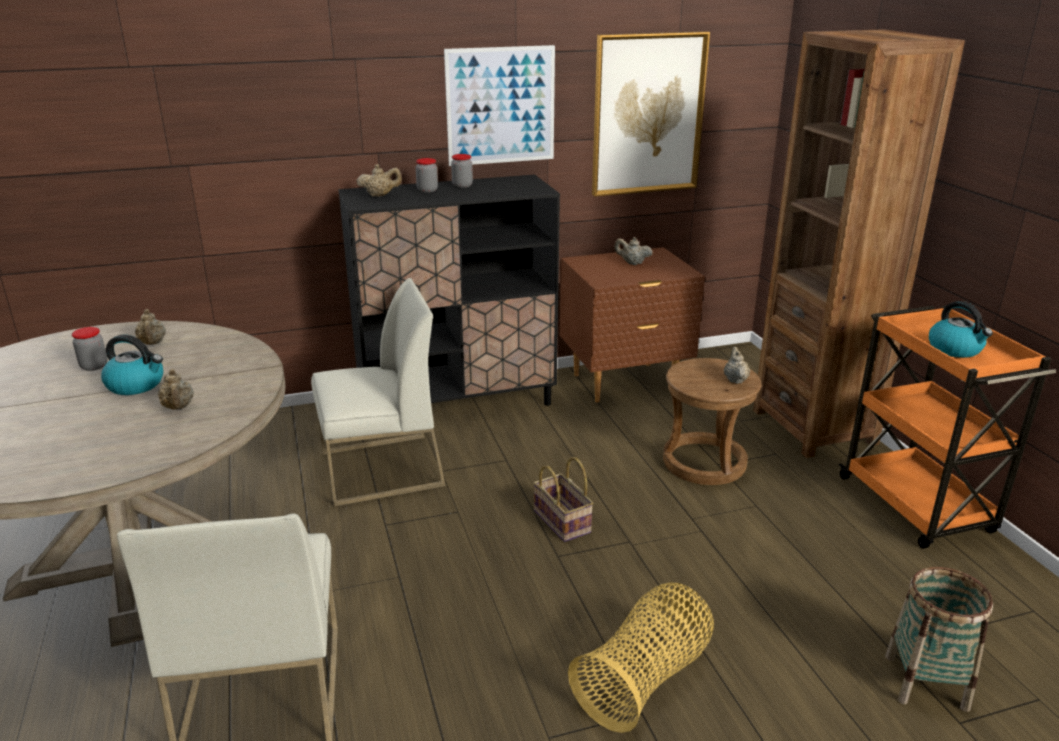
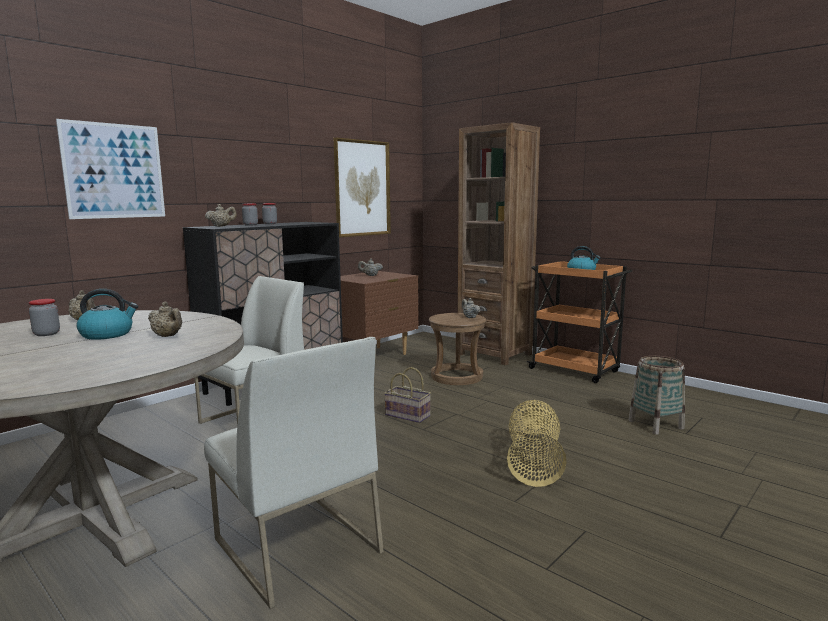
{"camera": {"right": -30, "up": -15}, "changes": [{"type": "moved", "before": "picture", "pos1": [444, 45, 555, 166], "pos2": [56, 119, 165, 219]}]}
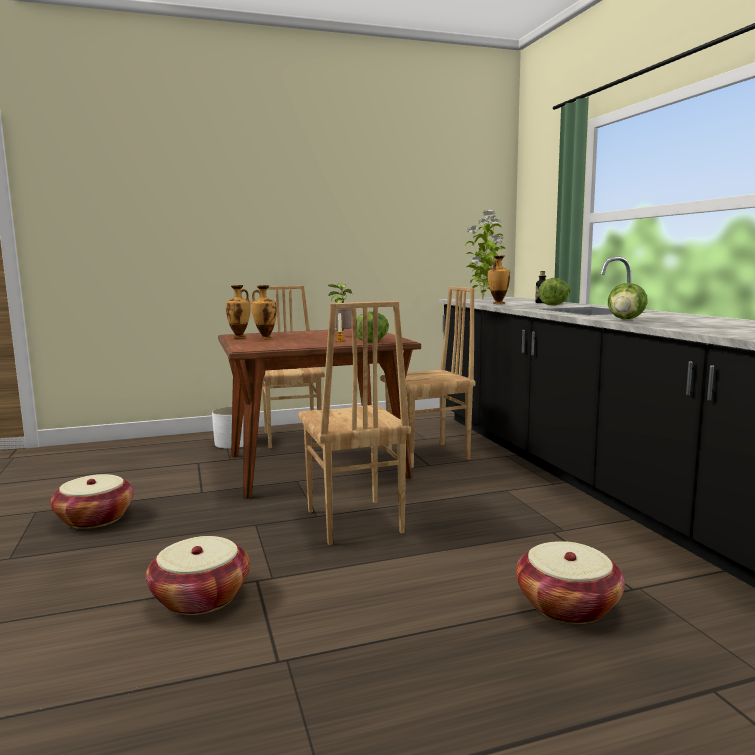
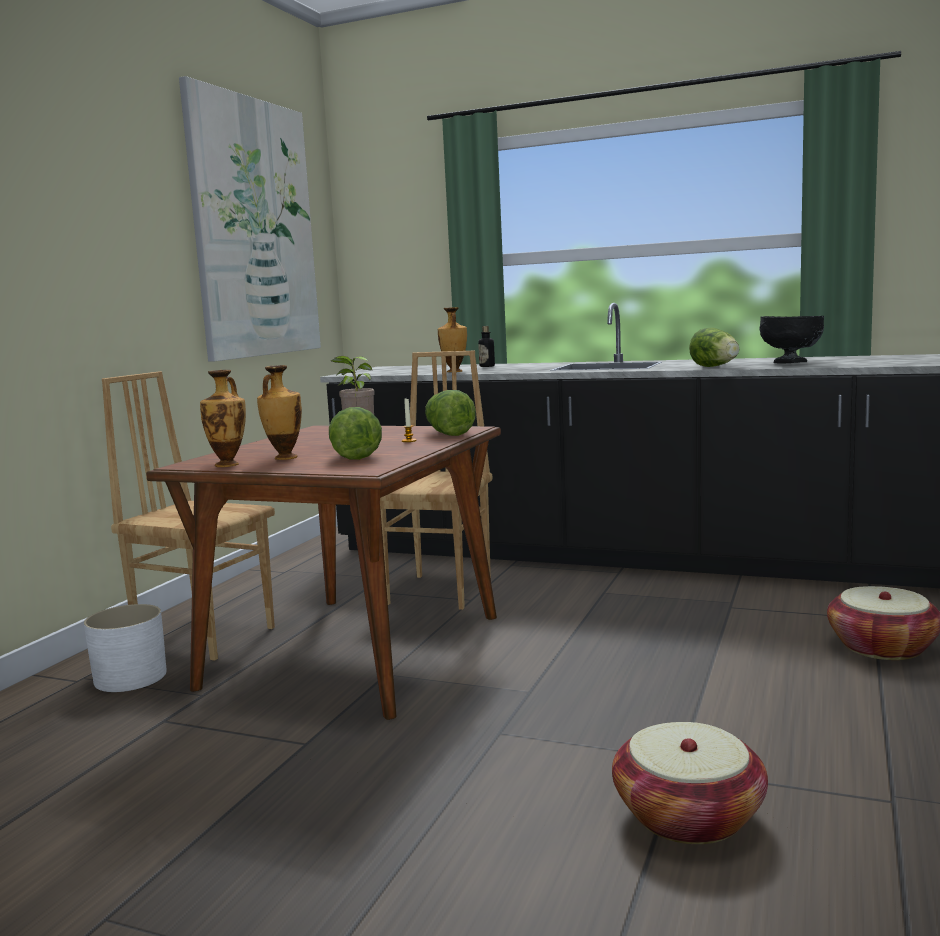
{"camera": {"right": -50, "up": 0}, "changes": [{"type": "removed", "before": "potted plant", "pos1": [465, 210, 506, 300]}, {"type": "moved", "before": "lettuce", "pos1": [538, 278, 570, 306], "pos2": [329, 407, 382, 460]}, {"type": "removed", "before": "chair/brown", "pos1": [298, 301, 411, 545]}, {"type": "removed", "before": "basket", "pos1": [50, 474, 134, 529]}, {"type": "added", "after": "picture", "pos2": [179, 76, 321, 362]}, {"type": "added", "after": "bowl/black", "pos2": [759, 316, 824, 363]}]}
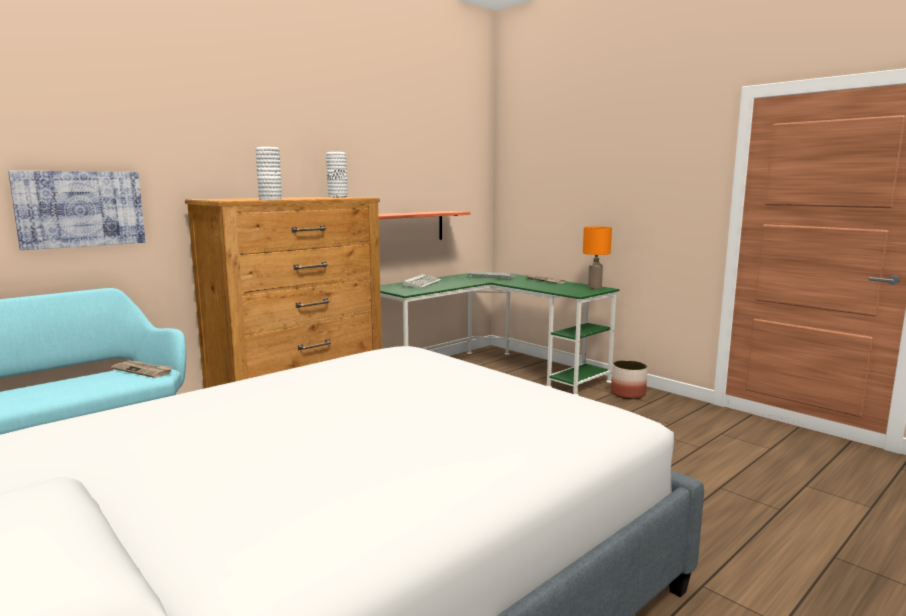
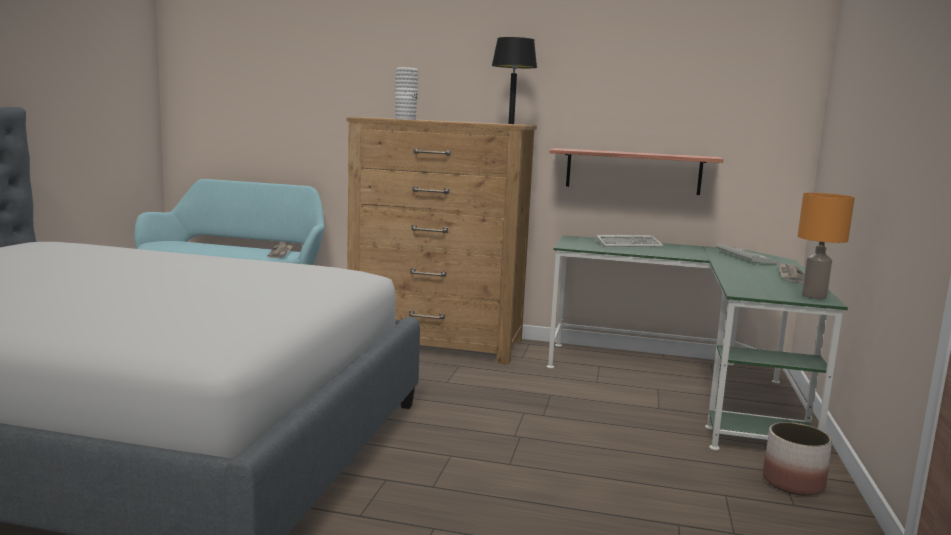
{"camera": {"right": 55, "up": 0}, "changes": [{"type": "replaced", "before": "vase/white", "after": "table lamp/black", "pos1": [326, 152, 348, 197], "pos2": [492, 37, 537, 124]}, {"type": "removed", "before": "picture", "pos1": [8, 171, 145, 250]}]}
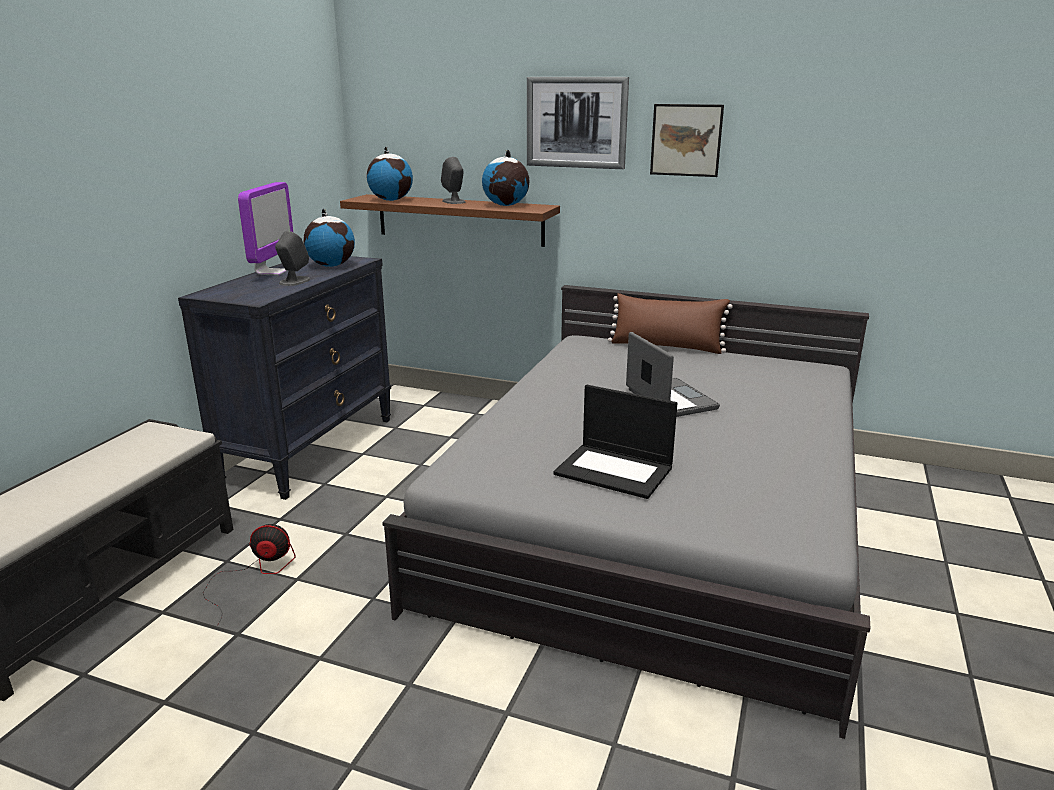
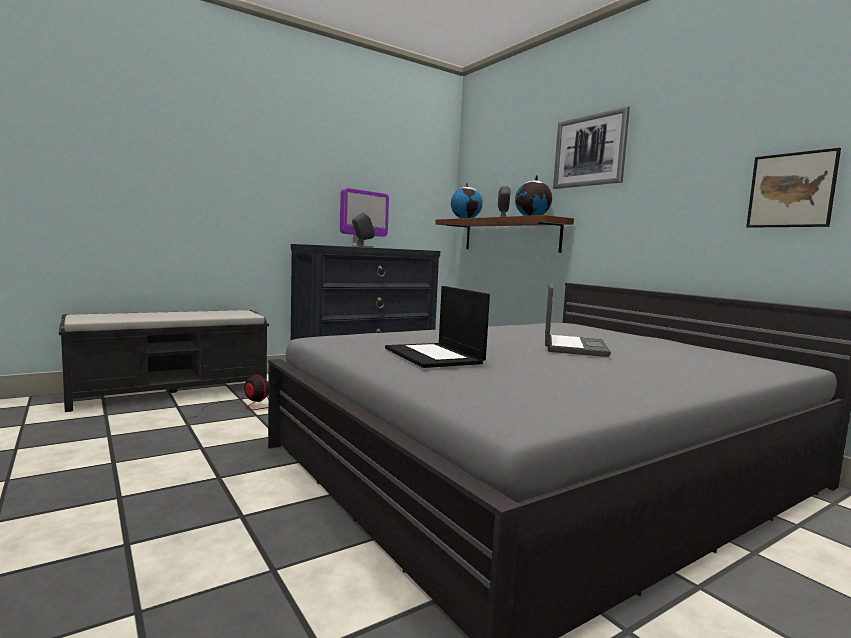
{"camera": {"right": 35, "up": -15}, "changes": [{"type": "moved", "before": "picture", "pos1": [650, 104, 724, 177], "pos2": [746, 148, 841, 228]}, {"type": "removed", "before": "globe", "pos1": [303, 209, 355, 267]}, {"type": "removed", "before": "pillow/brown", "pos1": [608, 293, 733, 354]}]}
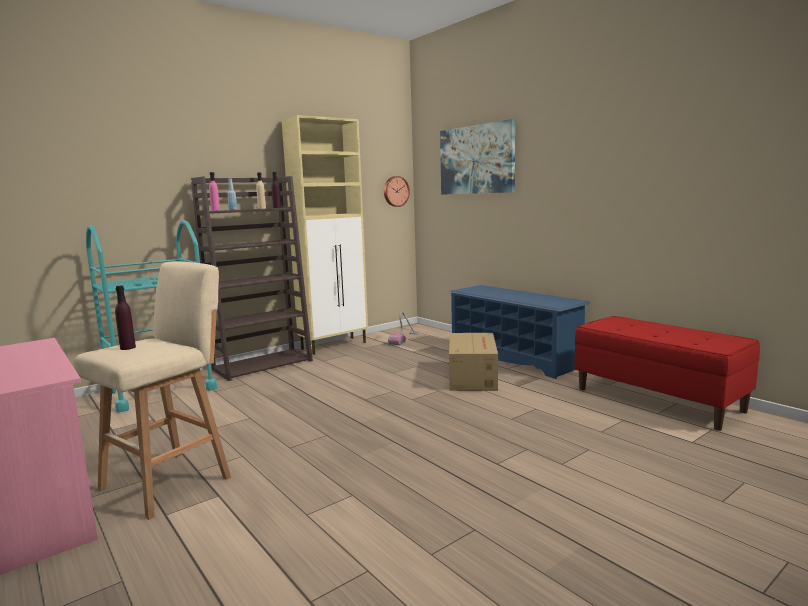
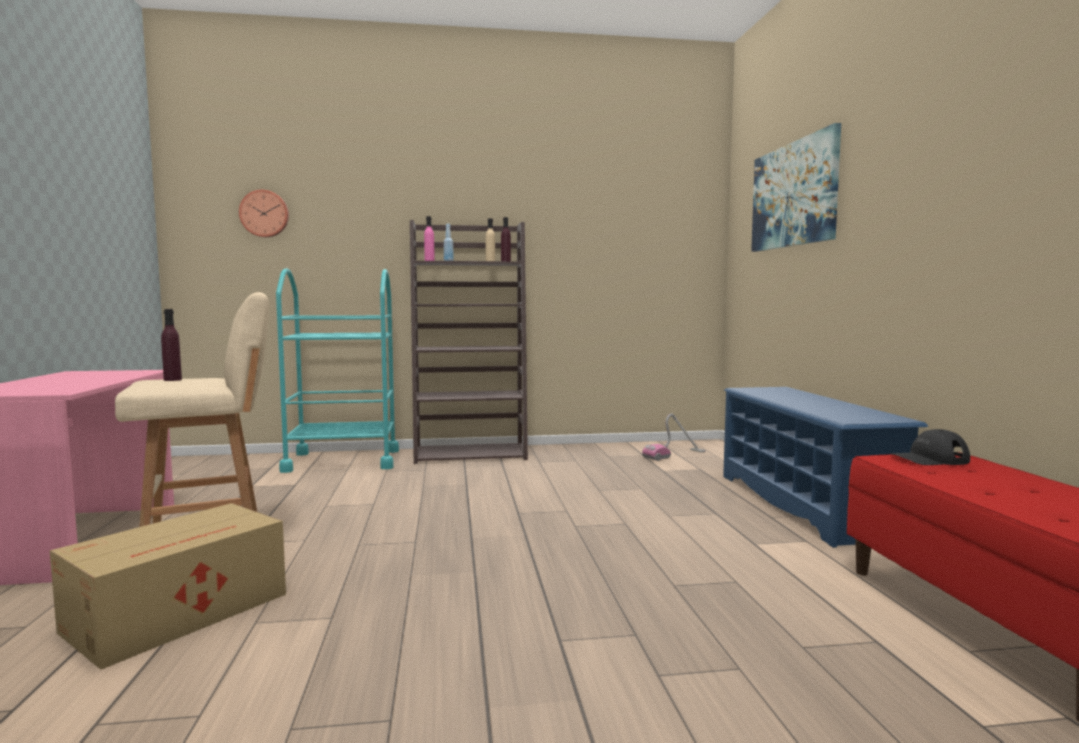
{"camera": {"right": 30, "up": -5}, "changes": [{"type": "removed", "before": "cabinet/beige", "pos1": [281, 115, 368, 355]}, {"type": "moved", "before": "wall clock", "pos1": [384, 176, 410, 207], "pos2": [239, 190, 289, 237]}, {"type": "moved", "before": "cardboard box", "pos1": [449, 333, 498, 391], "pos2": [50, 503, 286, 669]}, {"type": "added", "after": "cap/black", "pos2": [891, 429, 970, 465]}]}
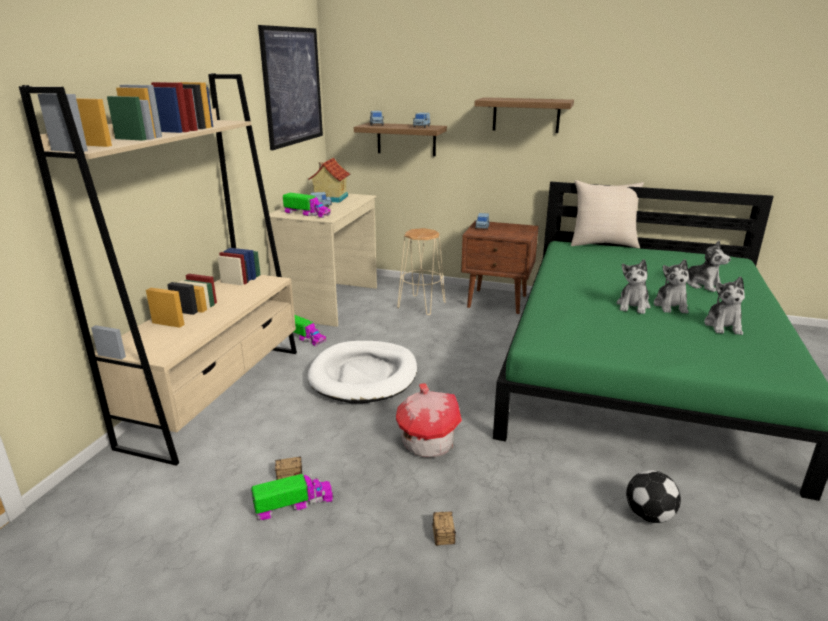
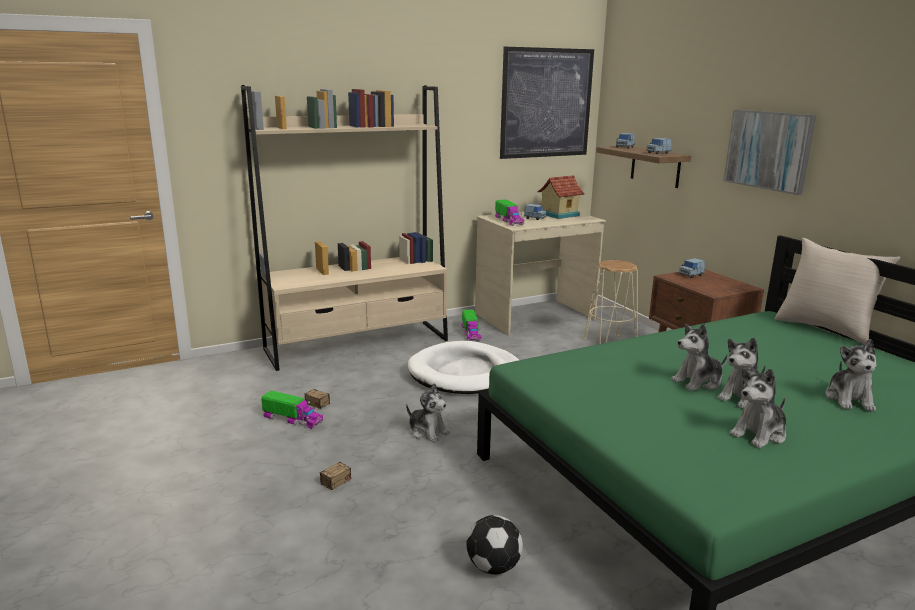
{"camera": {"right": 45, "up": -5}, "changes": [{"type": "replaced", "before": "shelf", "after": "picture", "pos1": [474, 97, 574, 133], "pos2": [723, 110, 816, 195]}, {"type": "replaced", "before": "toy house", "after": "plush toy", "pos1": [396, 384, 462, 458], "pos2": [406, 383, 450, 442]}]}
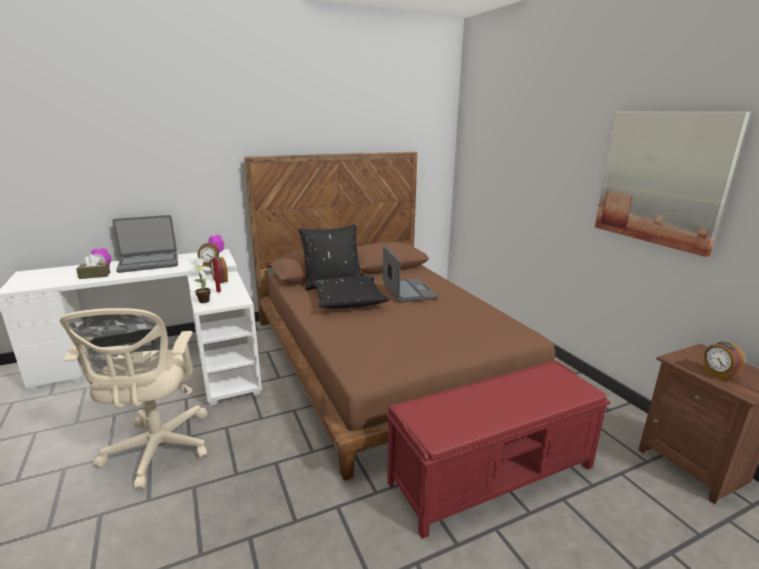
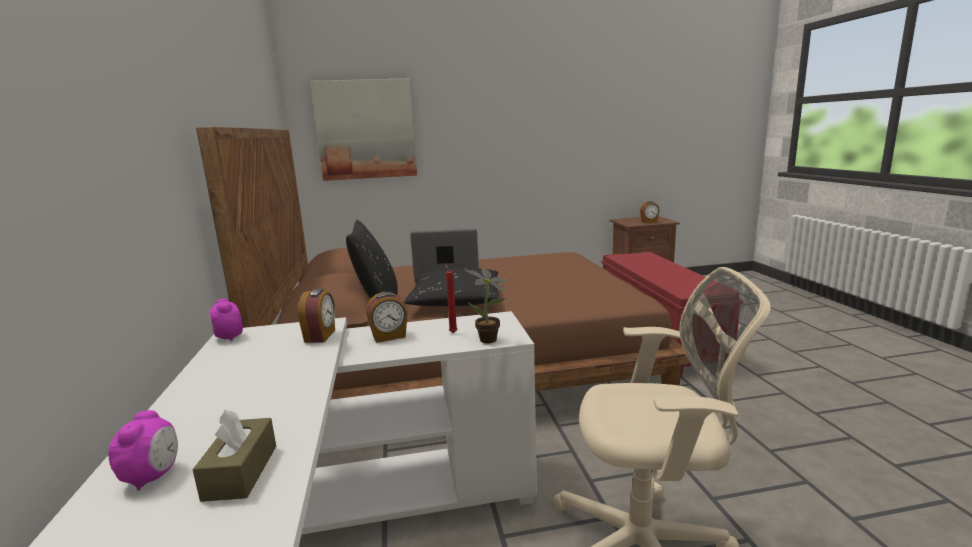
{"camera": {"right": -75, "up": -5}, "changes": [{"type": "moved", "before": "picture", "pos1": [595, 112, 750, 257], "pos2": [310, 78, 417, 181]}, {"type": "removed", "before": "laptop", "pos1": [112, 215, 178, 273]}]}
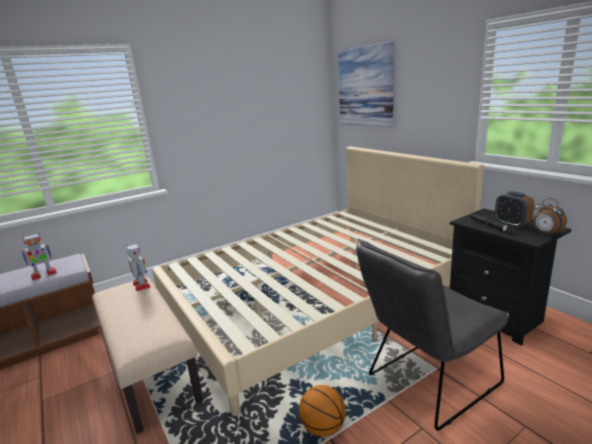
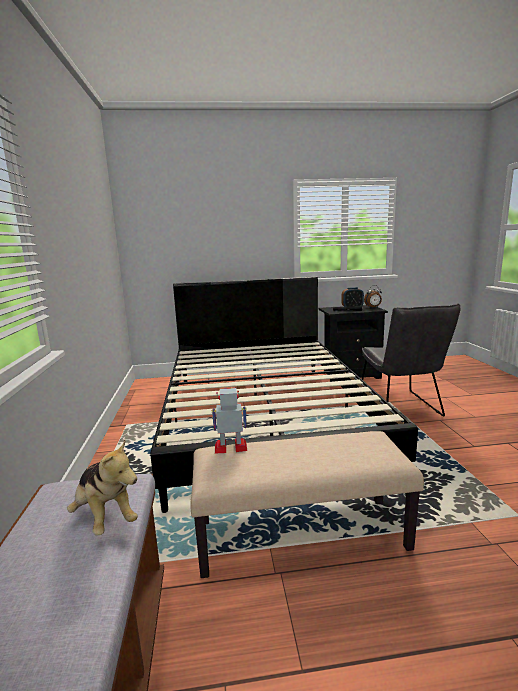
{"camera": {"right": -65, "up": -5}, "changes": [{"type": "removed", "before": "picture", "pos1": [338, 42, 394, 128]}, {"type": "recoloured", "before": "bed/beige", "after": "bed/black", "pos1": [152, 146, 484, 416], "pos2": [150, 276, 418, 513]}, {"type": "replaced", "before": "toy robot", "after": "plush toy", "pos1": [21, 233, 57, 280], "pos2": [67, 440, 138, 535]}, {"type": "removed", "before": "basketball", "pos1": [299, 385, 346, 437]}]}
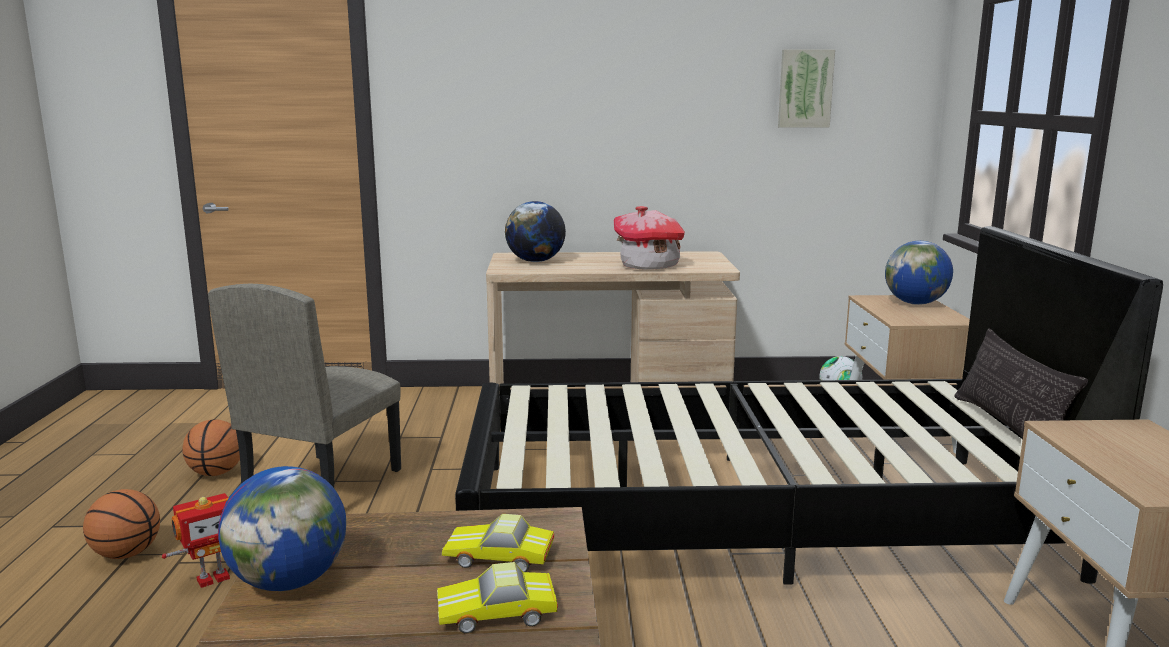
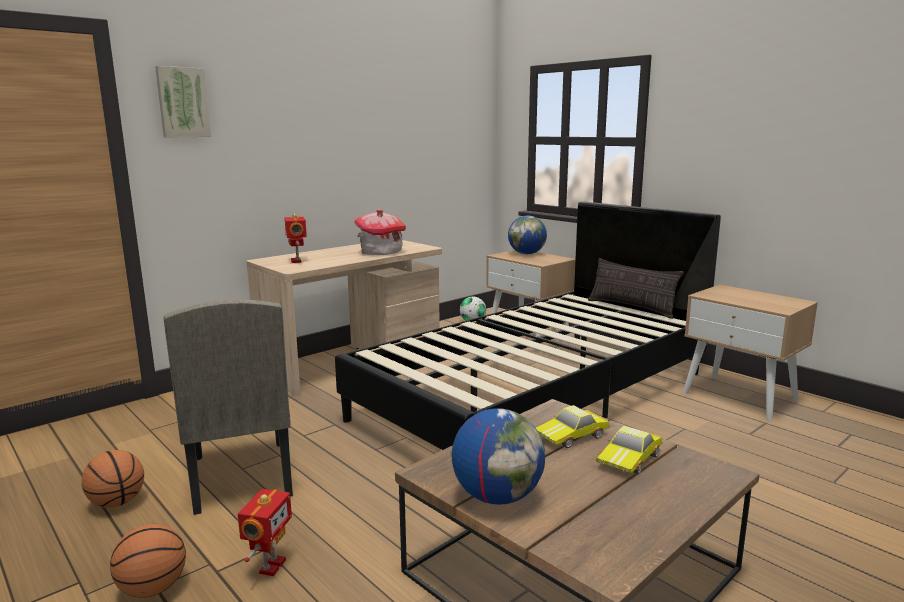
{"camera": {"right": -40, "up": 0}, "changes": [{"type": "moved", "before": "picture", "pos1": [778, 49, 835, 128], "pos2": [155, 66, 211, 138]}, {"type": "replaced", "before": "globe", "after": "toy robot", "pos1": [505, 201, 566, 262], "pos2": [284, 214, 307, 263]}]}
